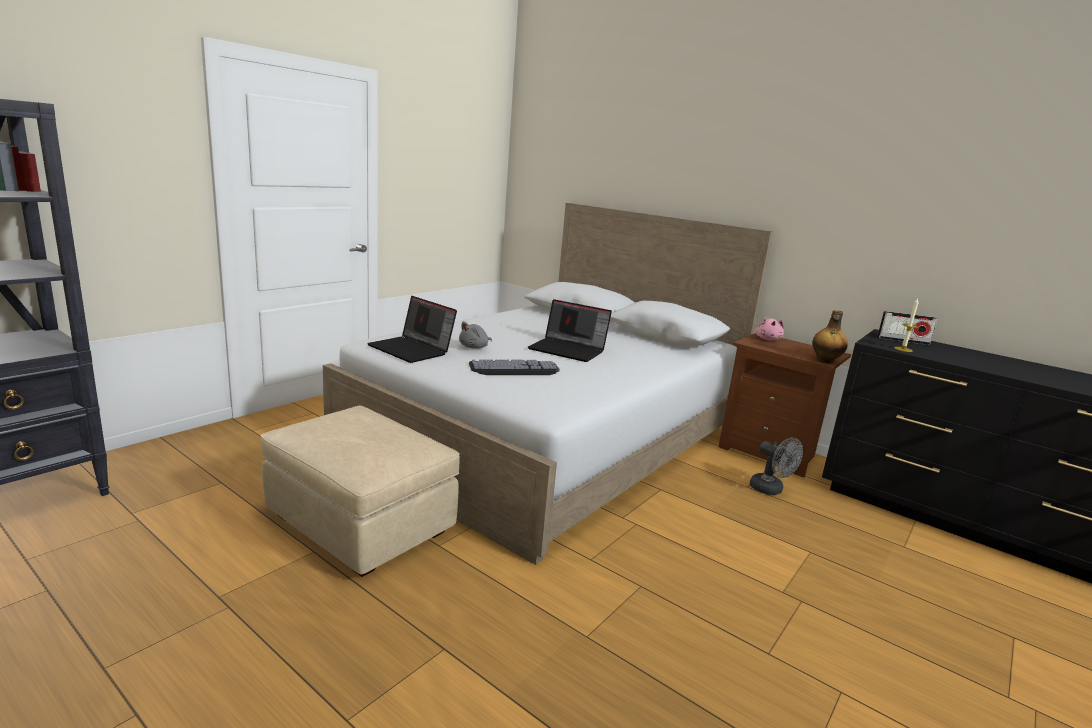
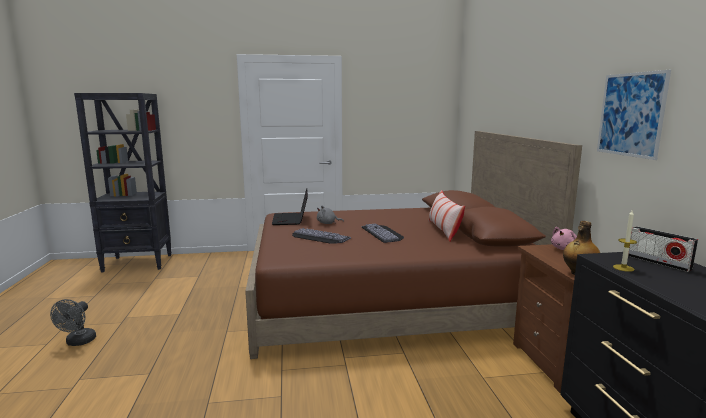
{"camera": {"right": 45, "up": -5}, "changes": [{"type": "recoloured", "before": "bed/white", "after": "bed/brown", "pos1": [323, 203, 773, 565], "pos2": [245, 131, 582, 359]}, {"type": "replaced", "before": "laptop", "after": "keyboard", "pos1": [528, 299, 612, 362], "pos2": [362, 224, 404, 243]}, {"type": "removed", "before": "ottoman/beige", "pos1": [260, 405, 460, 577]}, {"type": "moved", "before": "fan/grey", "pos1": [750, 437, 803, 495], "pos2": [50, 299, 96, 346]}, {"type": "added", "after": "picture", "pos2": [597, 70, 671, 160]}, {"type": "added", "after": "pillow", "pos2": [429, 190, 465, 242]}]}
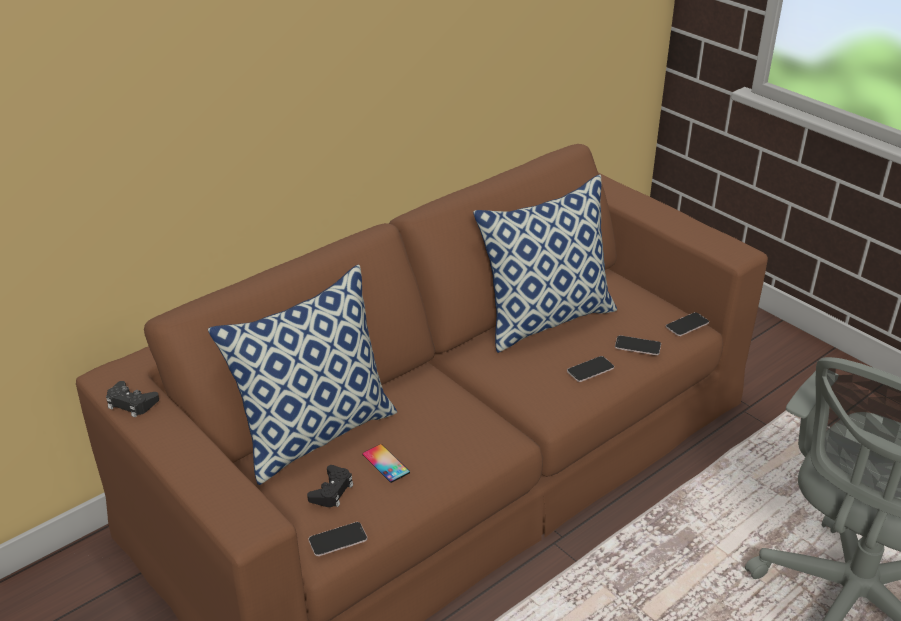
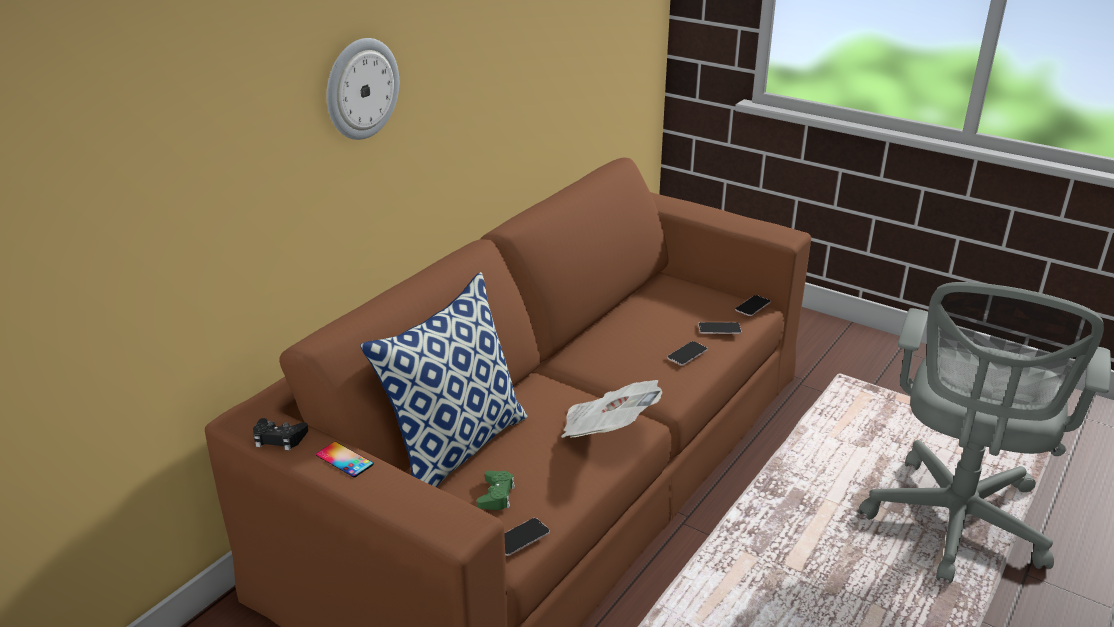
{"camera": {"right": -15, "up": -5}, "changes": [{"type": "removed", "before": "pillow", "pos1": [473, 175, 617, 353]}, {"type": "moved", "before": "phone", "pos1": [363, 444, 410, 483], "pos2": [316, 442, 374, 477]}, {"type": "recoloured", "before": "game controller/black", "after": "game controller/green", "pos1": [307, 465, 353, 507], "pos2": [477, 471, 515, 510]}, {"type": "added", "after": "wall clock", "pos2": [327, 38, 399, 140]}, {"type": "added", "after": "newspaper", "pos2": [561, 380, 662, 438]}]}
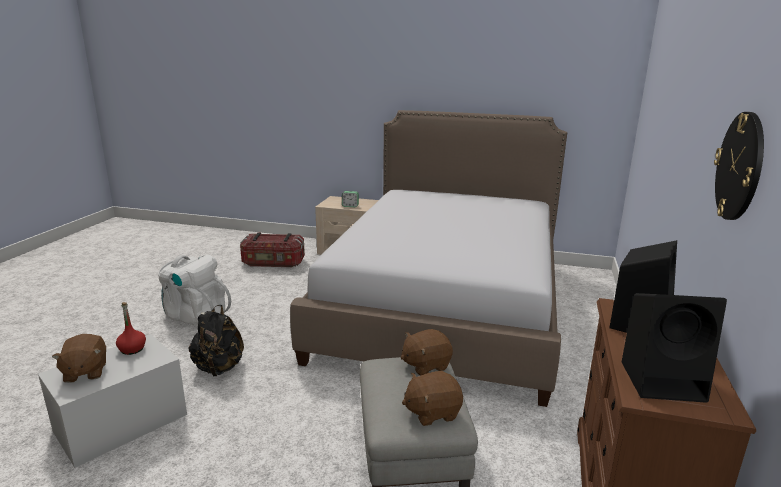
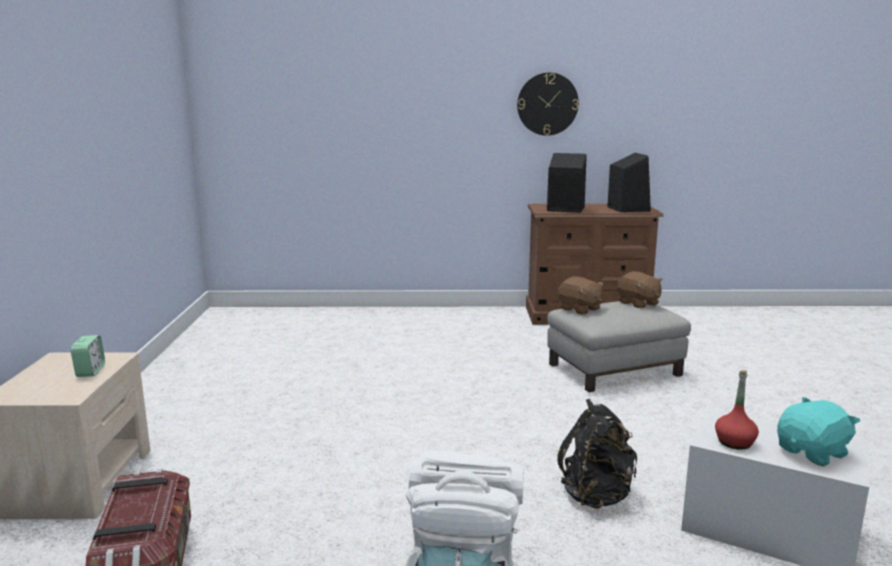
{"camera": {"right": -105, "up": -5}, "changes": [{"type": "removed", "before": "bed", "pos1": [290, 110, 567, 407]}, {"type": "recoloured", "before": "plush toy/brown", "after": "plush toy/turquoise", "pos1": [52, 334, 106, 383], "pos2": [777, 397, 860, 467]}]}
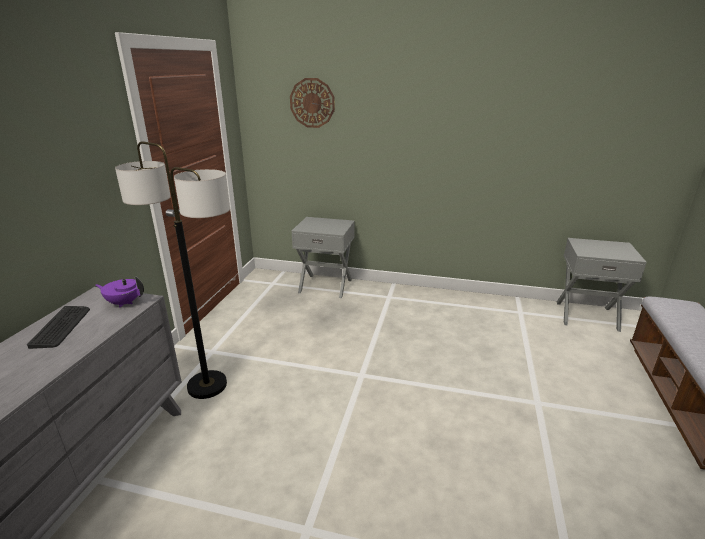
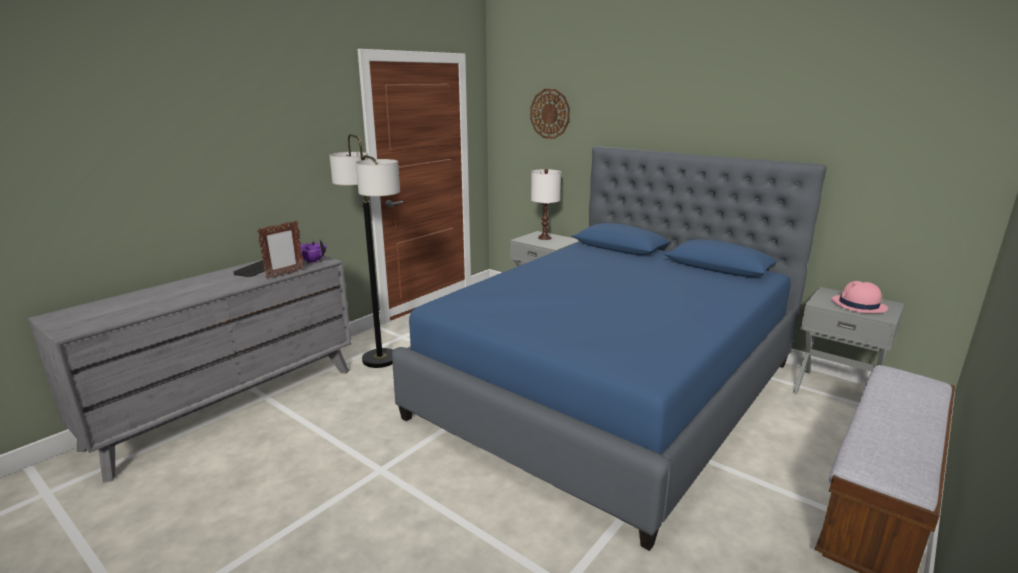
{"camera": {"right": 25, "up": -5}, "changes": [{"type": "added", "after": "bed/blue", "pos2": [392, 146, 827, 551]}, {"type": "added", "after": "table lamp/white", "pos2": [531, 169, 561, 240]}, {"type": "added", "after": "picture frame", "pos2": [257, 220, 304, 279]}, {"type": "added", "after": "hat/pink", "pos2": [831, 281, 888, 313]}]}
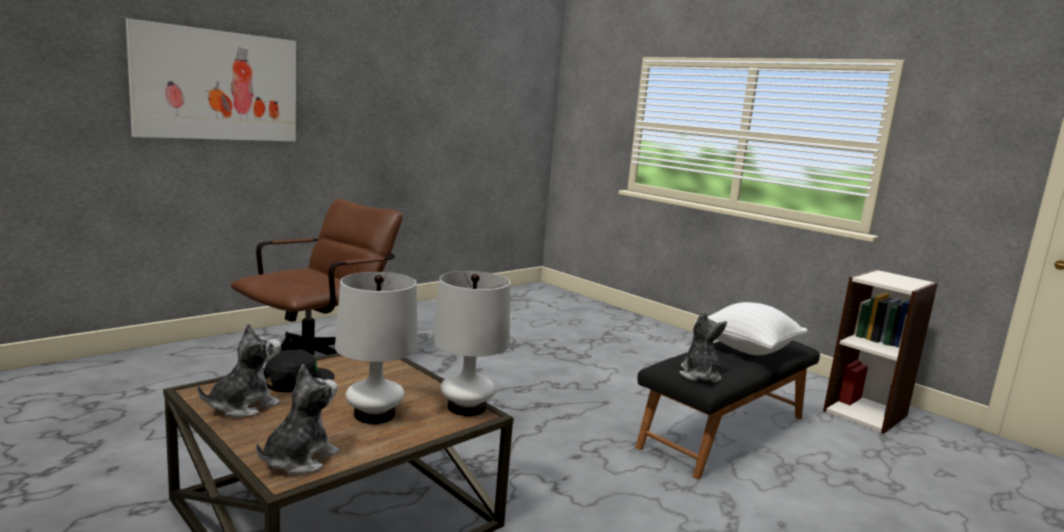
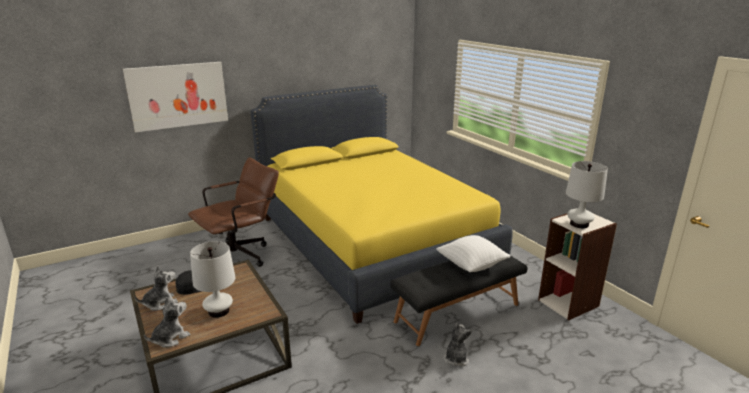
{"camera": {"right": 15, "up": 10}, "changes": [{"type": "moved", "before": "table lamp/white", "pos1": [432, 271, 511, 416], "pos2": [566, 161, 608, 228]}, {"type": "moved", "before": "plush toy", "pos1": [680, 311, 727, 382], "pos2": [444, 323, 472, 367]}, {"type": "added", "after": "bed/yellow", "pos2": [251, 85, 513, 324]}]}
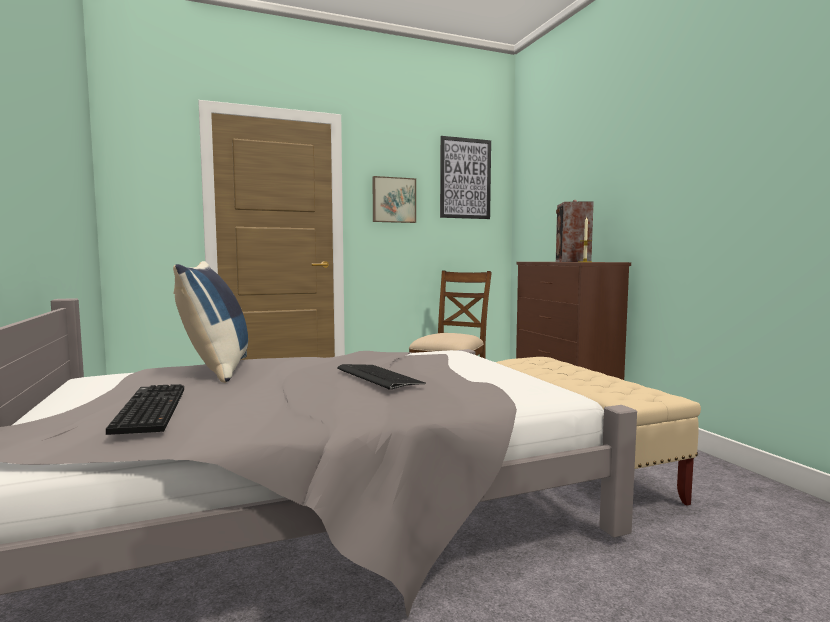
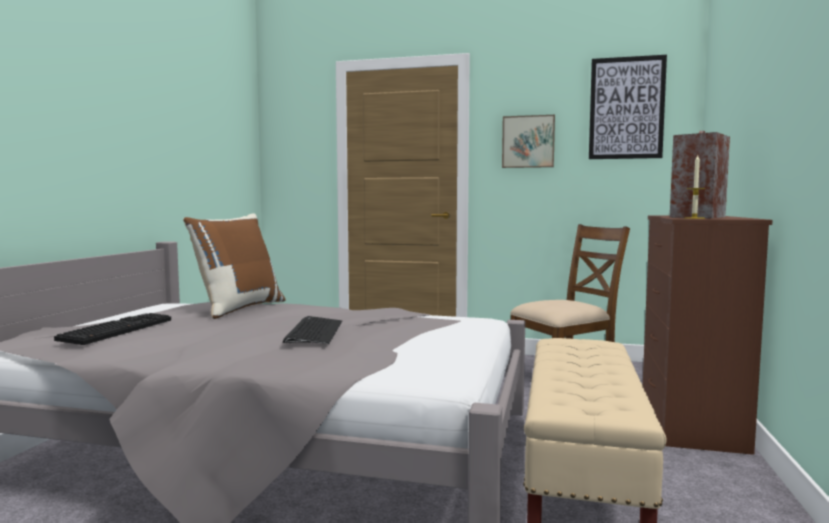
{"camera": {"right": 35, "up": 0}, "changes": [{"type": "recoloured", "before": "pillow/blue", "after": "pillow/brown", "pos1": [173, 261, 248, 383], "pos2": [183, 213, 285, 319]}]}
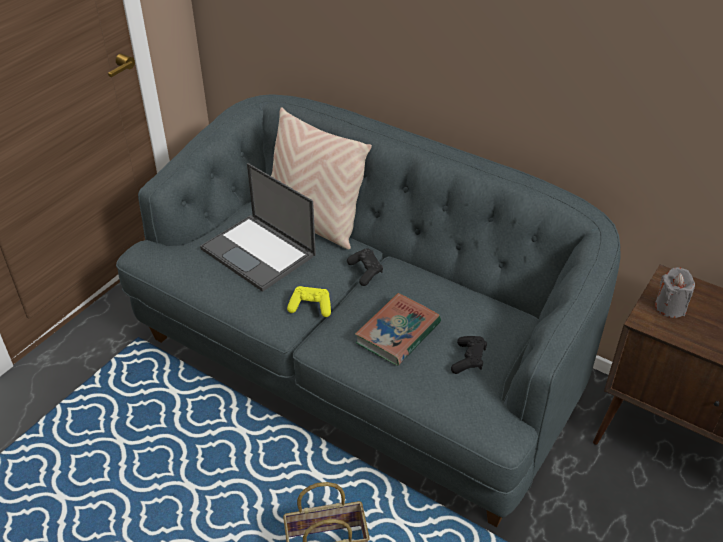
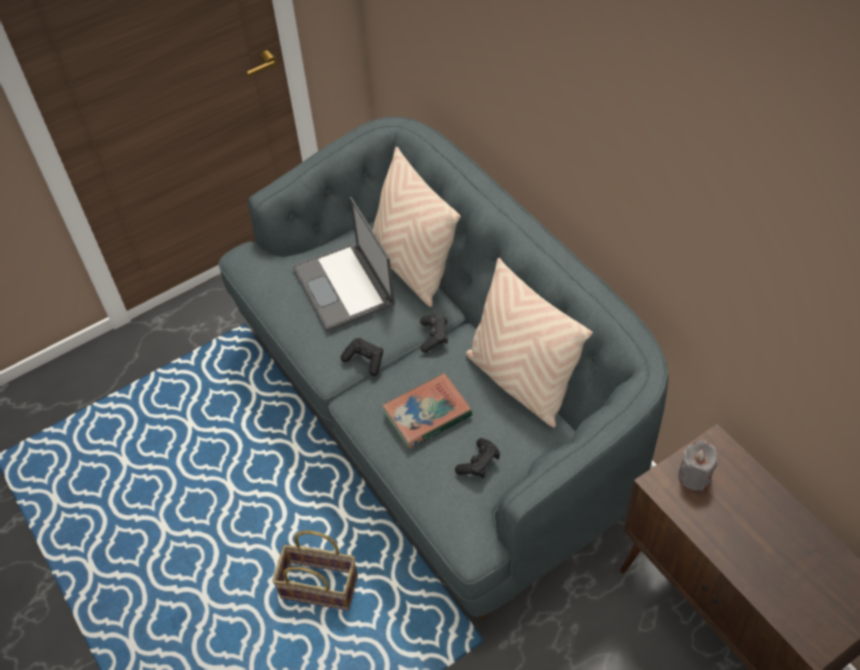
{"camera": {"right": 25, "up": 10}, "changes": [{"type": "recoloured", "before": "game controller/yellow", "after": "game controller/black", "pos1": [287, 286, 331, 317], "pos2": [341, 338, 383, 376]}, {"type": "added", "after": "pillow/beige", "pos2": [466, 258, 593, 427]}]}
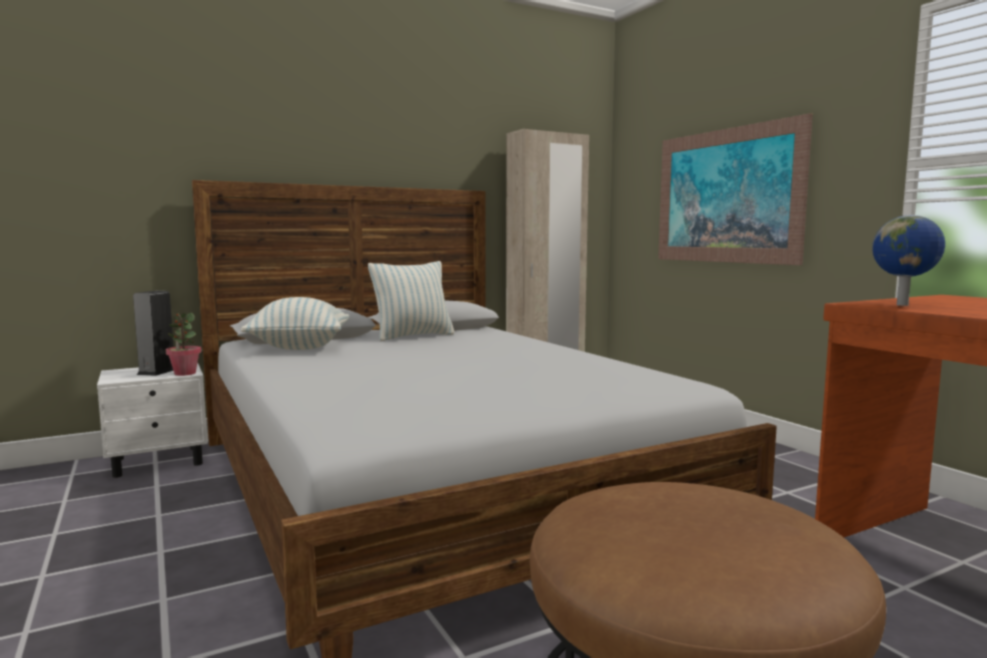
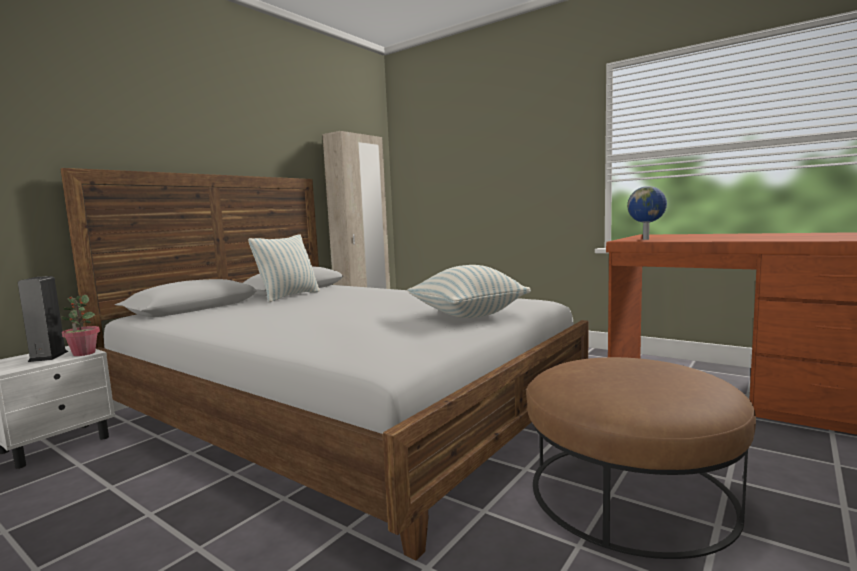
{"camera": {"right": -25, "up": 0}, "changes": [{"type": "removed", "before": "picture", "pos1": [658, 113, 813, 265]}, {"type": "moved", "before": "pillow", "pos1": [241, 297, 349, 350], "pos2": [408, 265, 531, 318]}]}
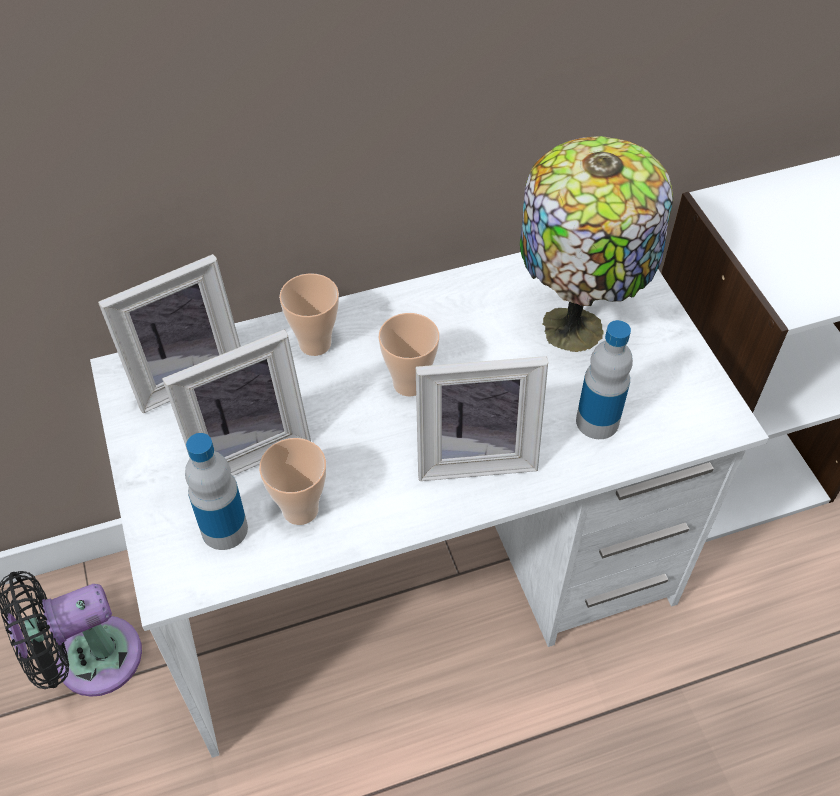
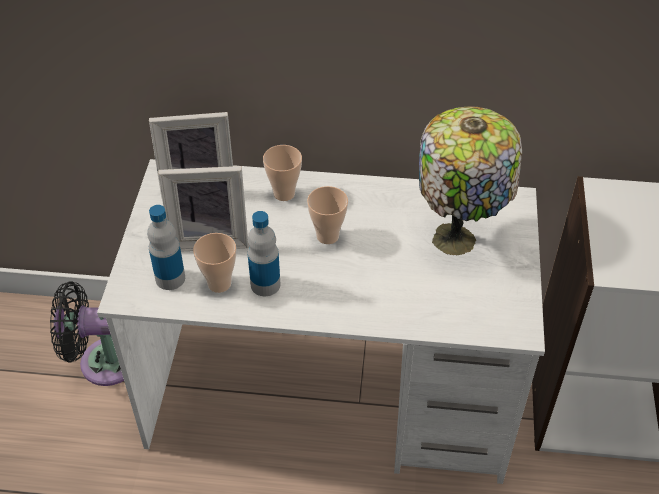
{"camera": {"right": 25, "up": -5}, "changes": [{"type": "moved", "before": "bottle", "pos1": [576, 320, 633, 439], "pos2": [248, 211, 280, 296]}, {"type": "removed", "before": "picture frame", "pos1": [416, 356, 548, 481]}]}
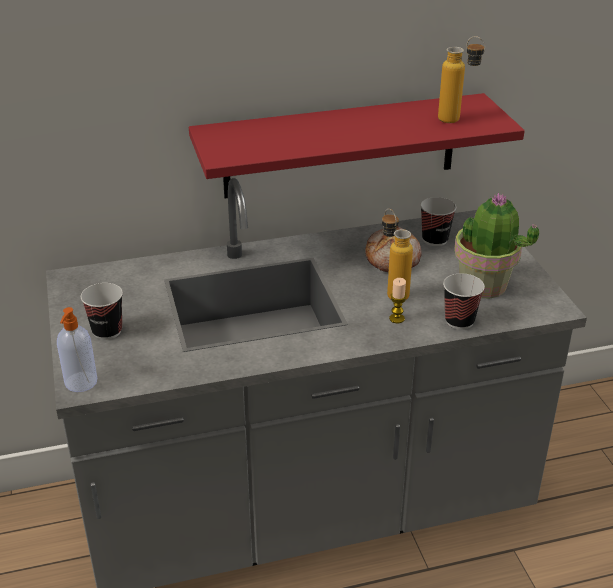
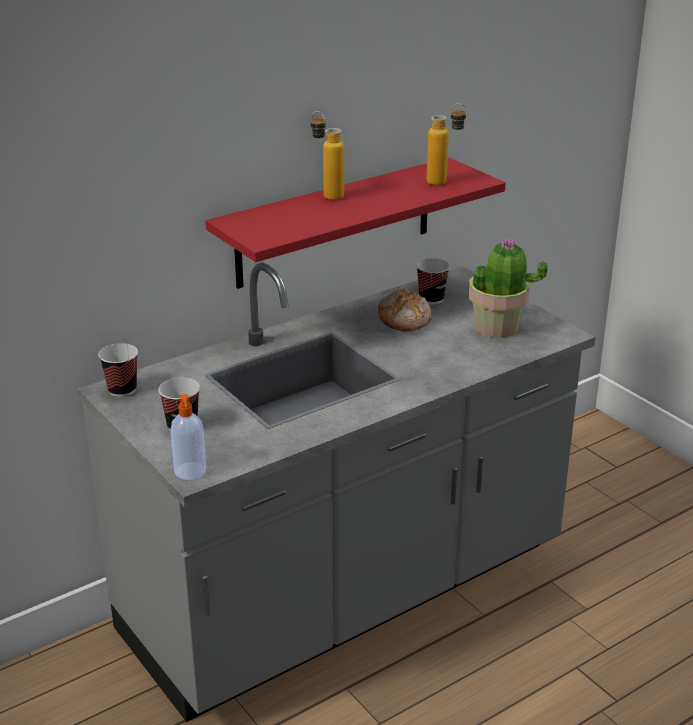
{"camera": {"right": -20, "up": -5}, "changes": [{"type": "moved", "before": "bottle", "pos1": [382, 209, 413, 300], "pos2": [311, 111, 344, 200]}, {"type": "moved", "before": "cup", "pos1": [443, 273, 485, 330], "pos2": [98, 343, 138, 397]}, {"type": "removed", "before": "candle", "pos1": [389, 278, 407, 323]}]}
